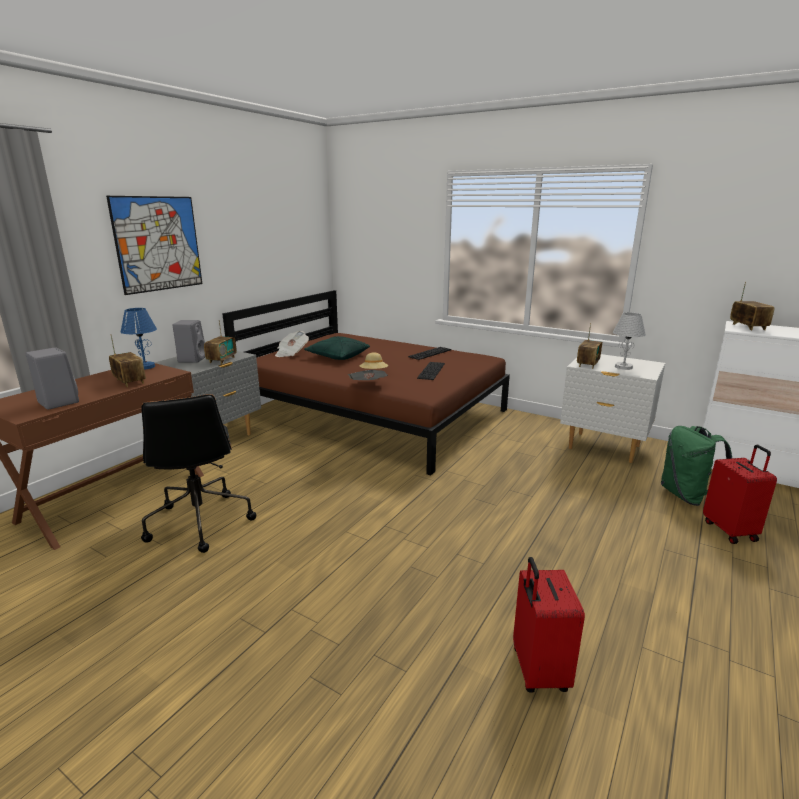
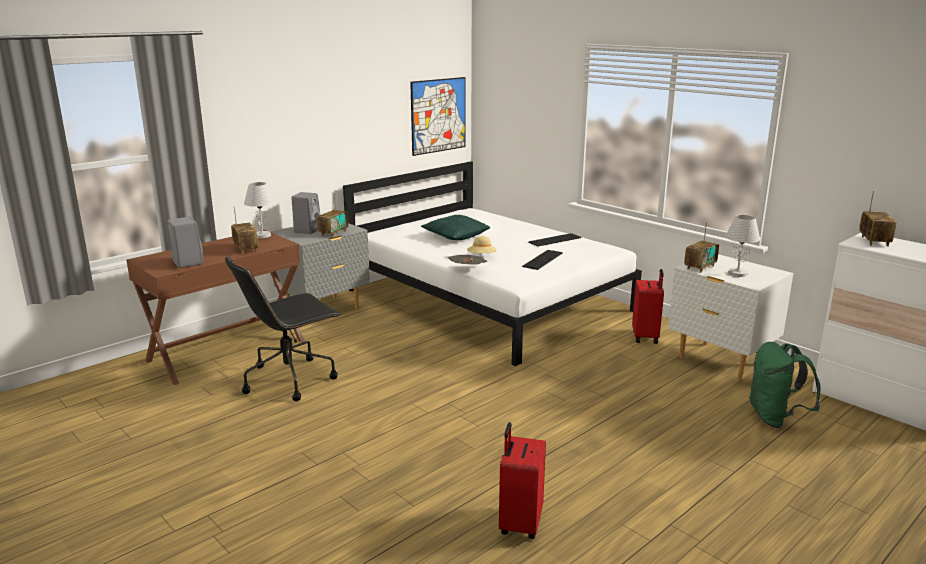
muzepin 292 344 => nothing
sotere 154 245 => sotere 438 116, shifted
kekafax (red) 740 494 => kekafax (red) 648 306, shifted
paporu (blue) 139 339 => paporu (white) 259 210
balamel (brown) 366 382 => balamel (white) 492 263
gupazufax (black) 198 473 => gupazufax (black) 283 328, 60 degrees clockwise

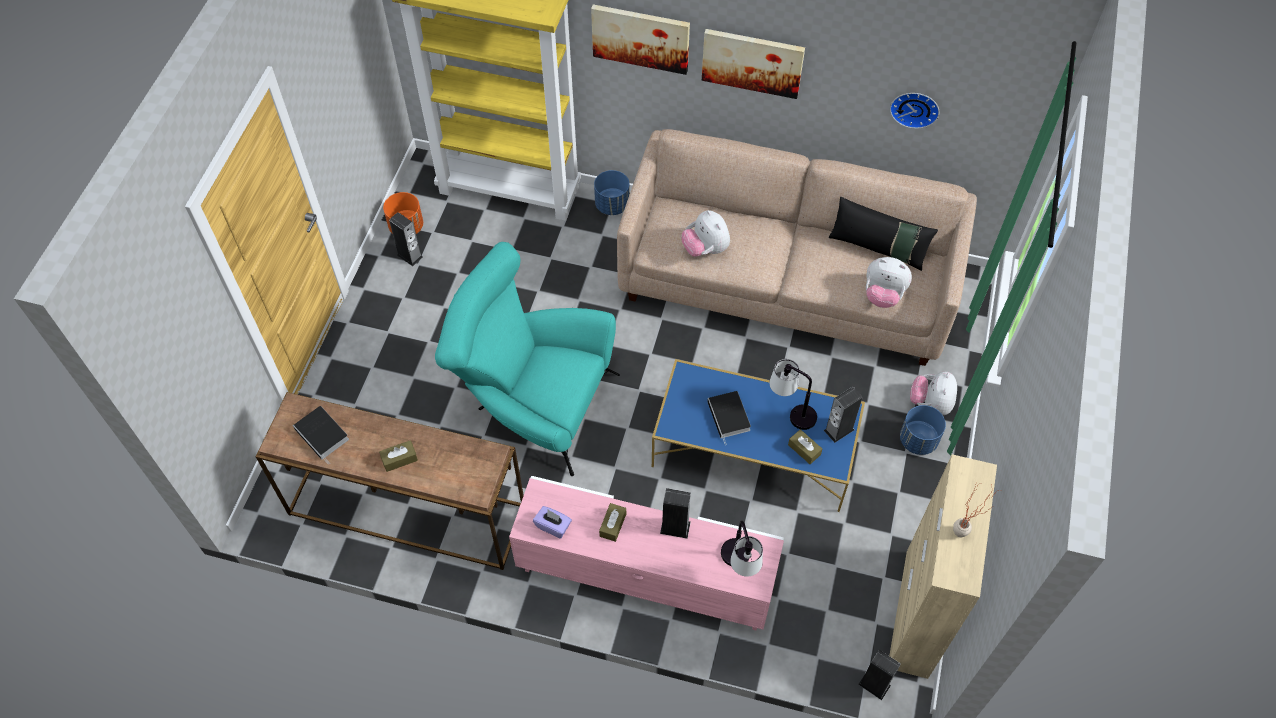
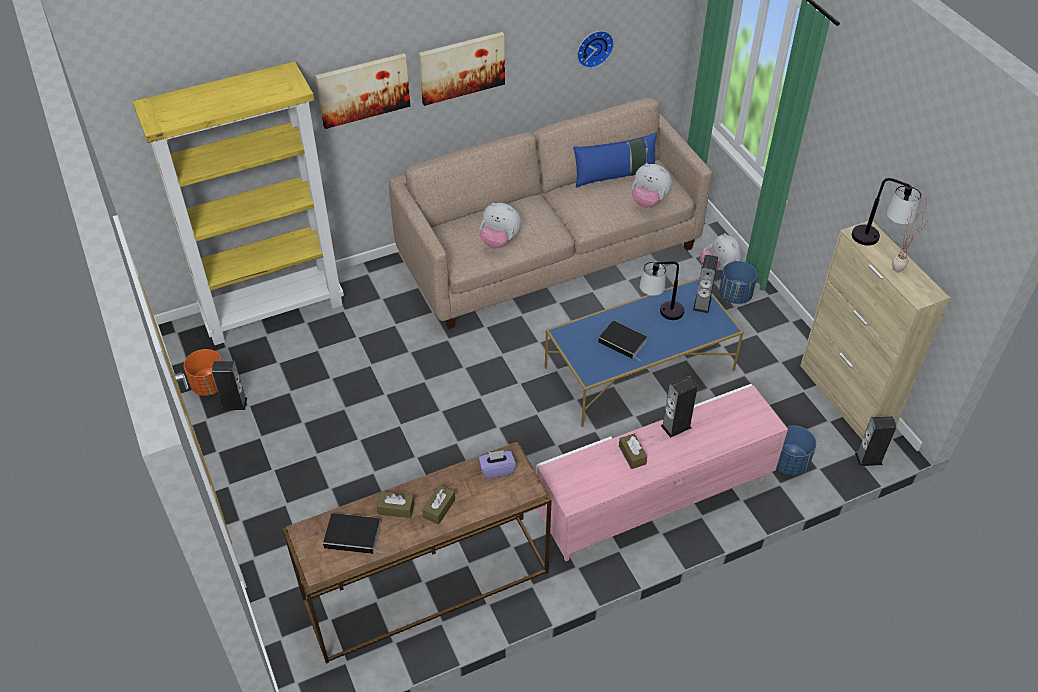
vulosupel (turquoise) 527 359 => nothing
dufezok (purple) 552 522 => dufezok (purple) 497 464, shifted
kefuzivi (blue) 612 192 => kefuzivi (blue) 796 450, shifted
paporu 742 548 => paporu 887 212, shifted
dufezok (brown) 805 446 => dufezok (brown) 395 505, shifted
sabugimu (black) 883 234 => sabugimu (blue) 615 160
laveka 889 282 => laveka 652 185, 45 degrees clockwise

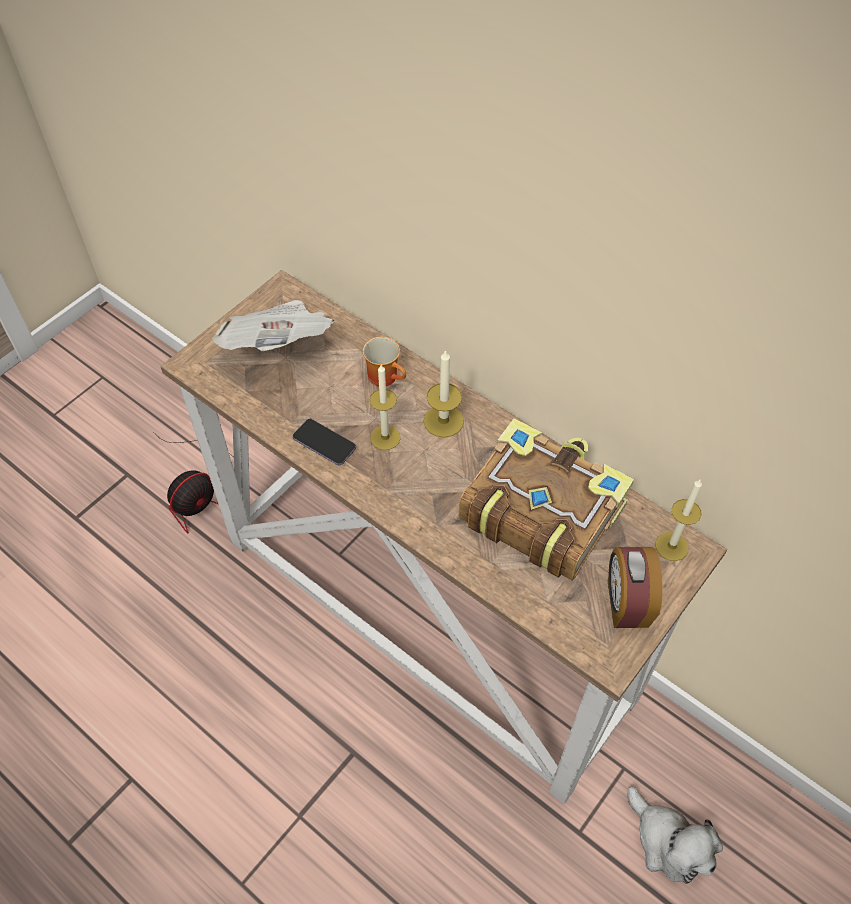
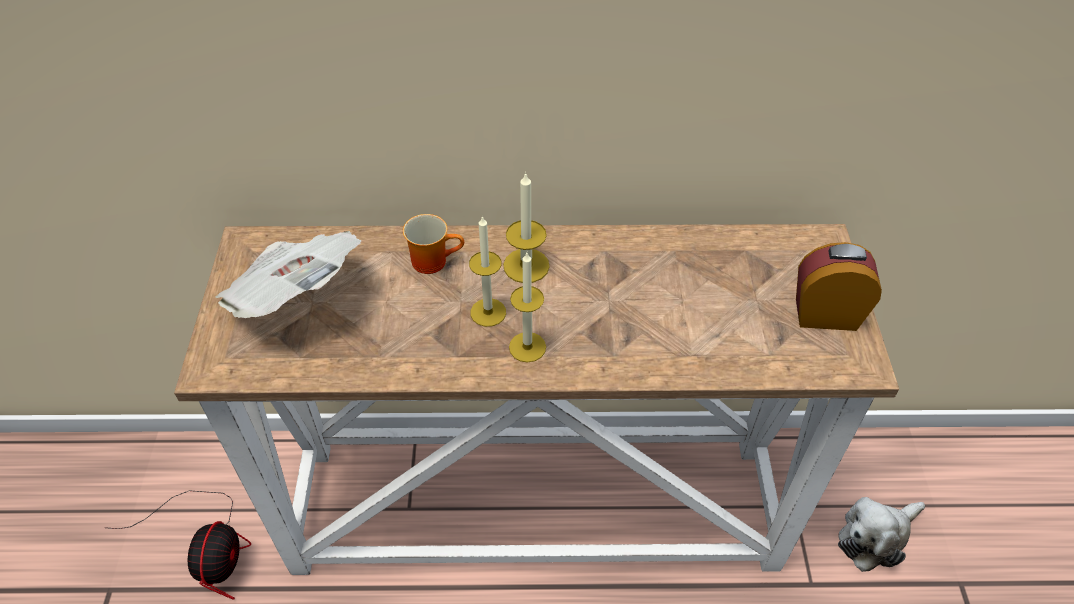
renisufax 324 442 => nothing
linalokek 546 499 => nothing
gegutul 678 520 => gegutul 527 308, shifted
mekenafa 635 587 => mekenafa 839 286, 135 degrees clockwise
laveka 675 835 => laveka 881 534, 135 degrees clockwise

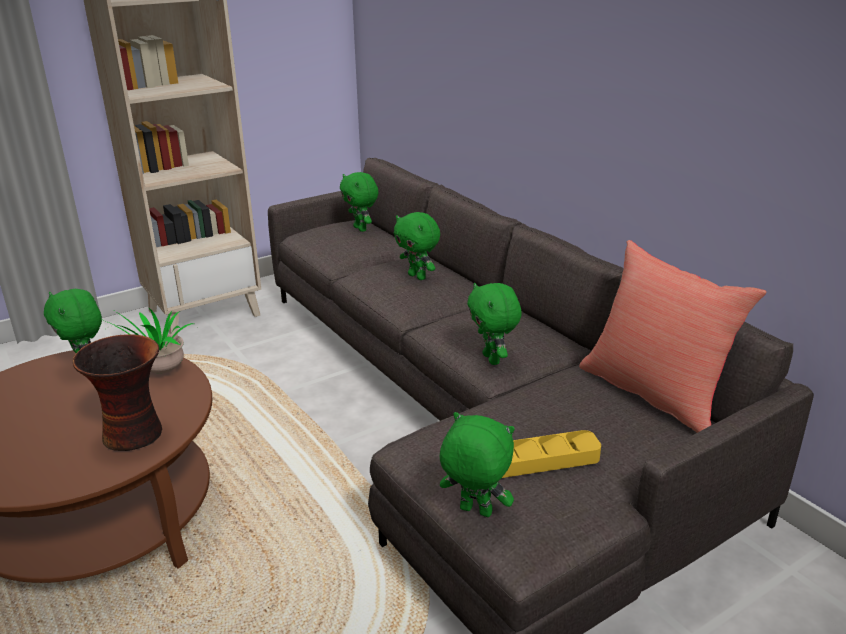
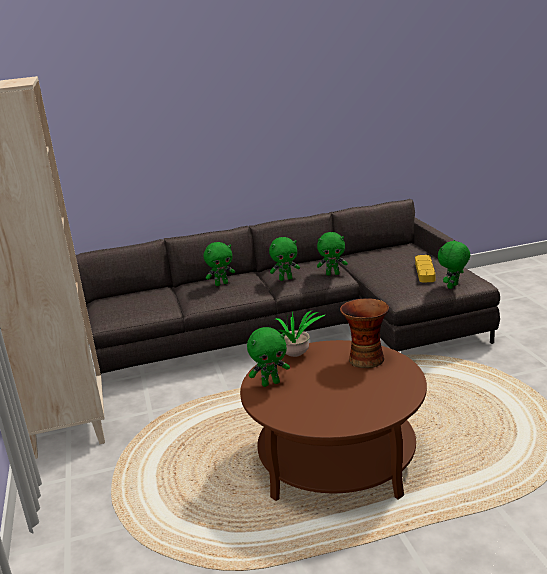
sabugimu (red) 673 336 => nothing
laveka (green) 359 202 => laveka (green) 284 259, shifted

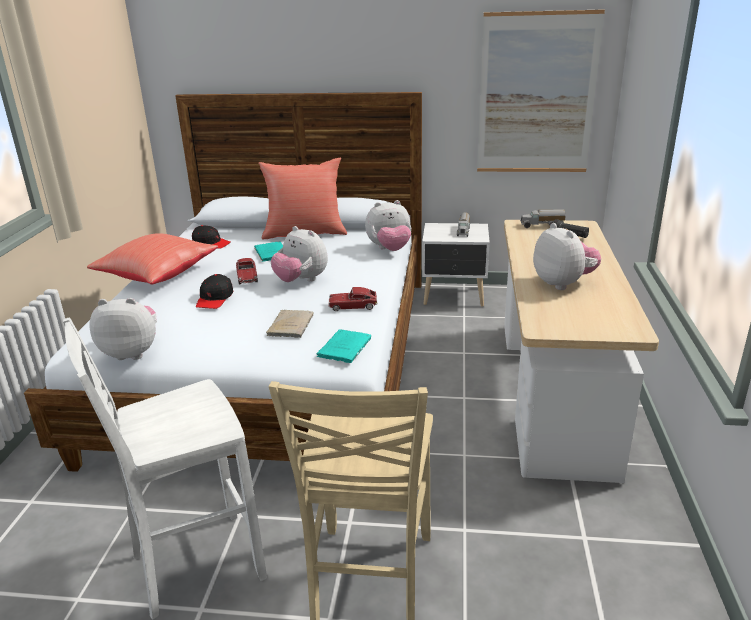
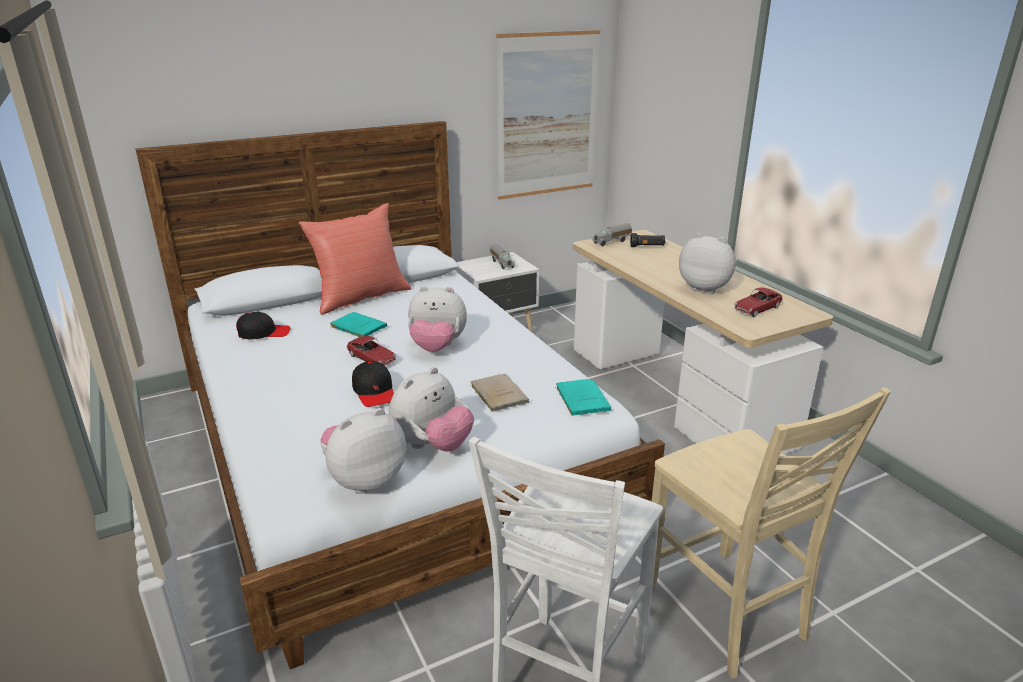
sabugimu (red) 152 258 => nothing
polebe 353 299 => polebe 758 302, shifted
laveka 388 225 => laveka 431 409, shifted

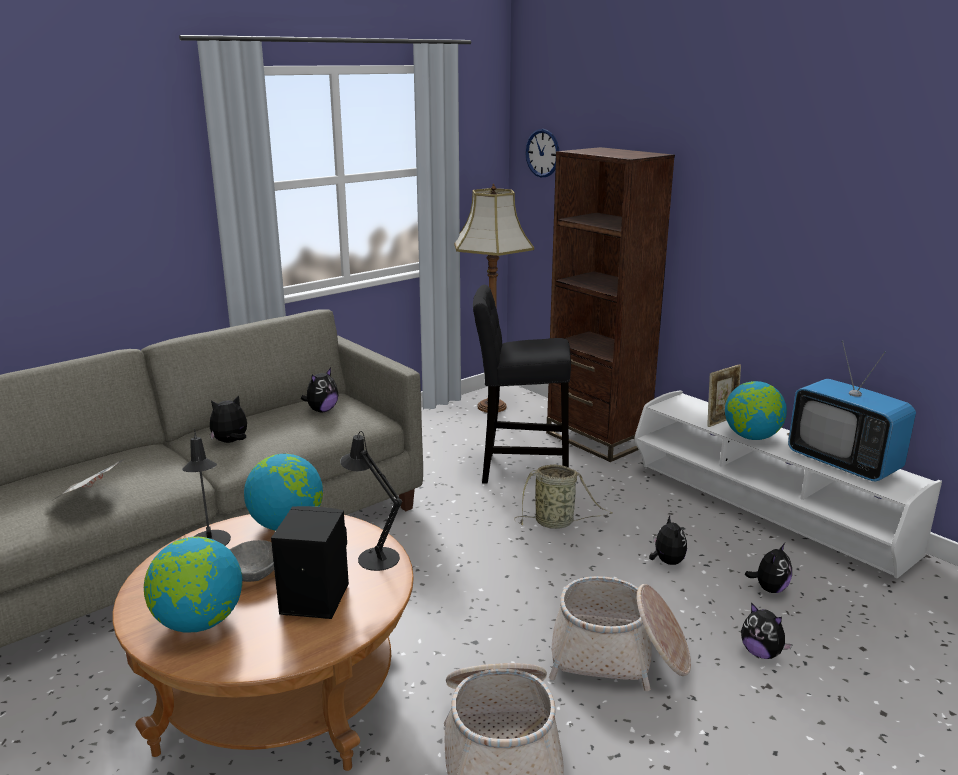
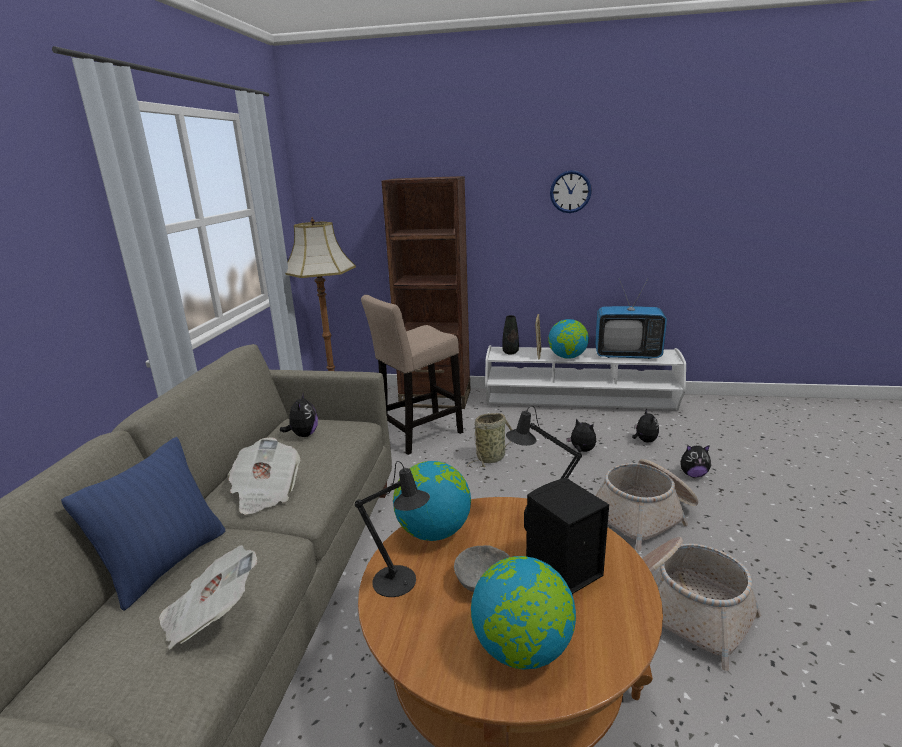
nothing => sabugimu (blue) 143 524
nothing => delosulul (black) 510 334
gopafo 542 153 => gopafo 571 191, shifted
laveka 228 419 => muzepin 264 476
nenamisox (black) 522 384 => nenamisox (beige) 412 375

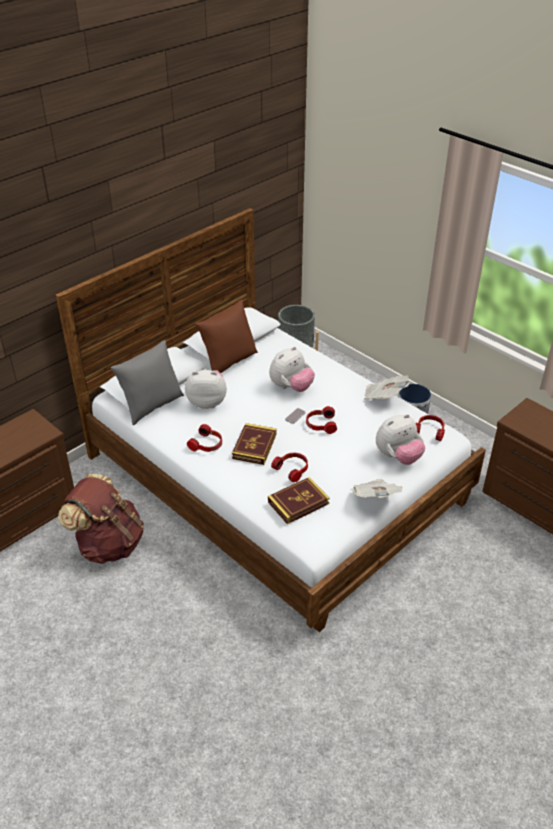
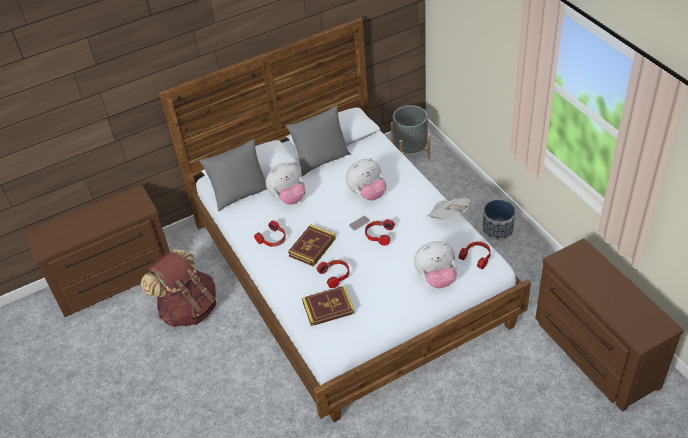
muzepin 377 488 => nothing
sabugimu (brown) 226 336 => sabugimu (grey) 318 141
laveka 206 389 => laveka 285 183, 135 degrees clockwise

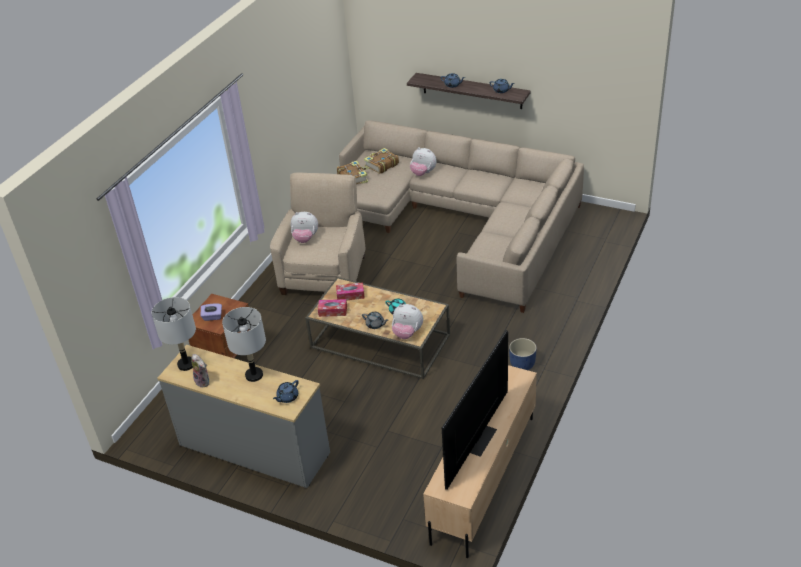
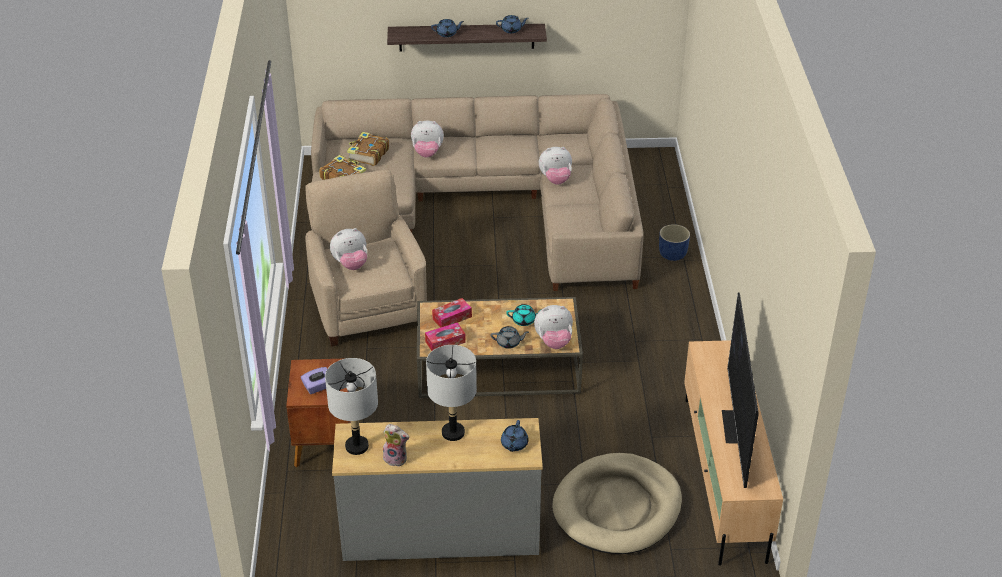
nothing => laveka 555 166
nothing => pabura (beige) 617 503
kefuzivi (blue) 523 354 => kefuzivi (blue) 674 242, shifted

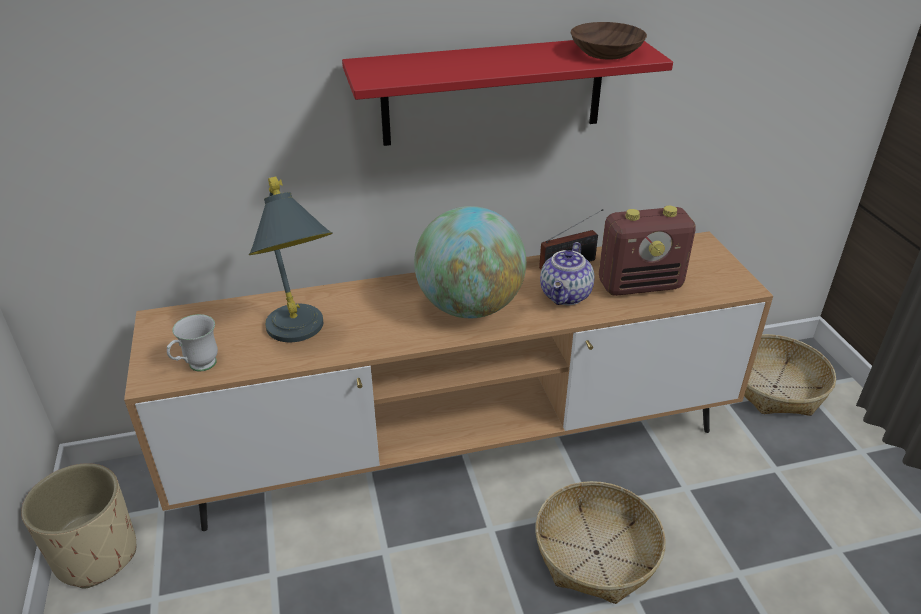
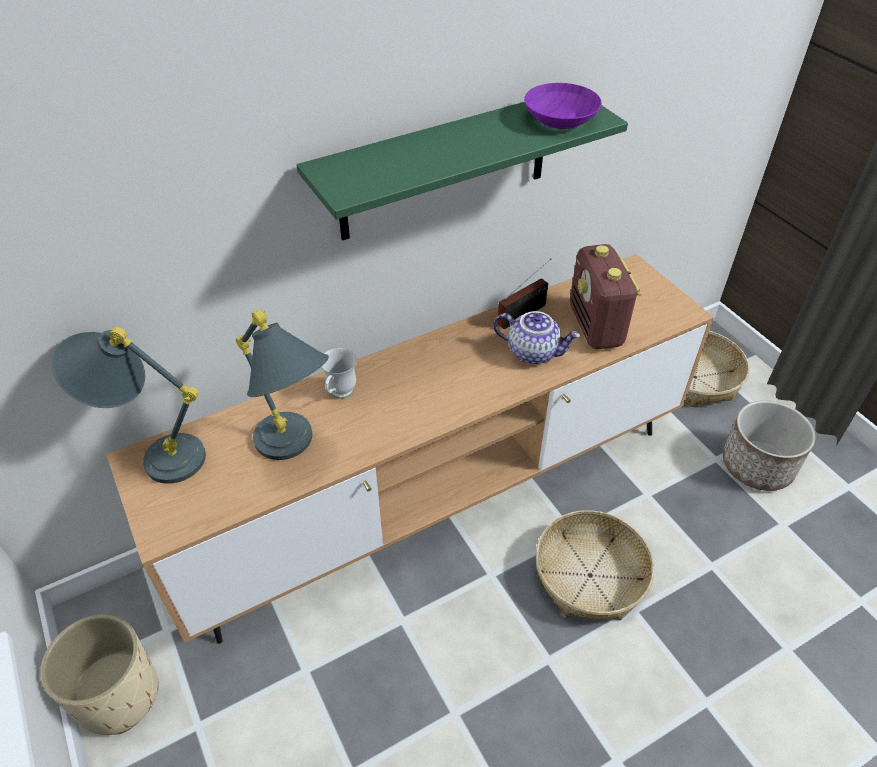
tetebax 470 262 => nothing
nothing => paporu (grey) 128 405
nothing => kefuzivi 769 445
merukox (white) 192 343 => merukox (white) 339 373, shifted
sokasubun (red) 507 93 => sokasubun (green) 462 171
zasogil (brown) 609 41 => zasogil (purple) 563 106
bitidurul 567 273 => bitidurul 536 338, 75 degrees counterclockwise
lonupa 647 251 => lonupa 606 297, 105 degrees clockwise

